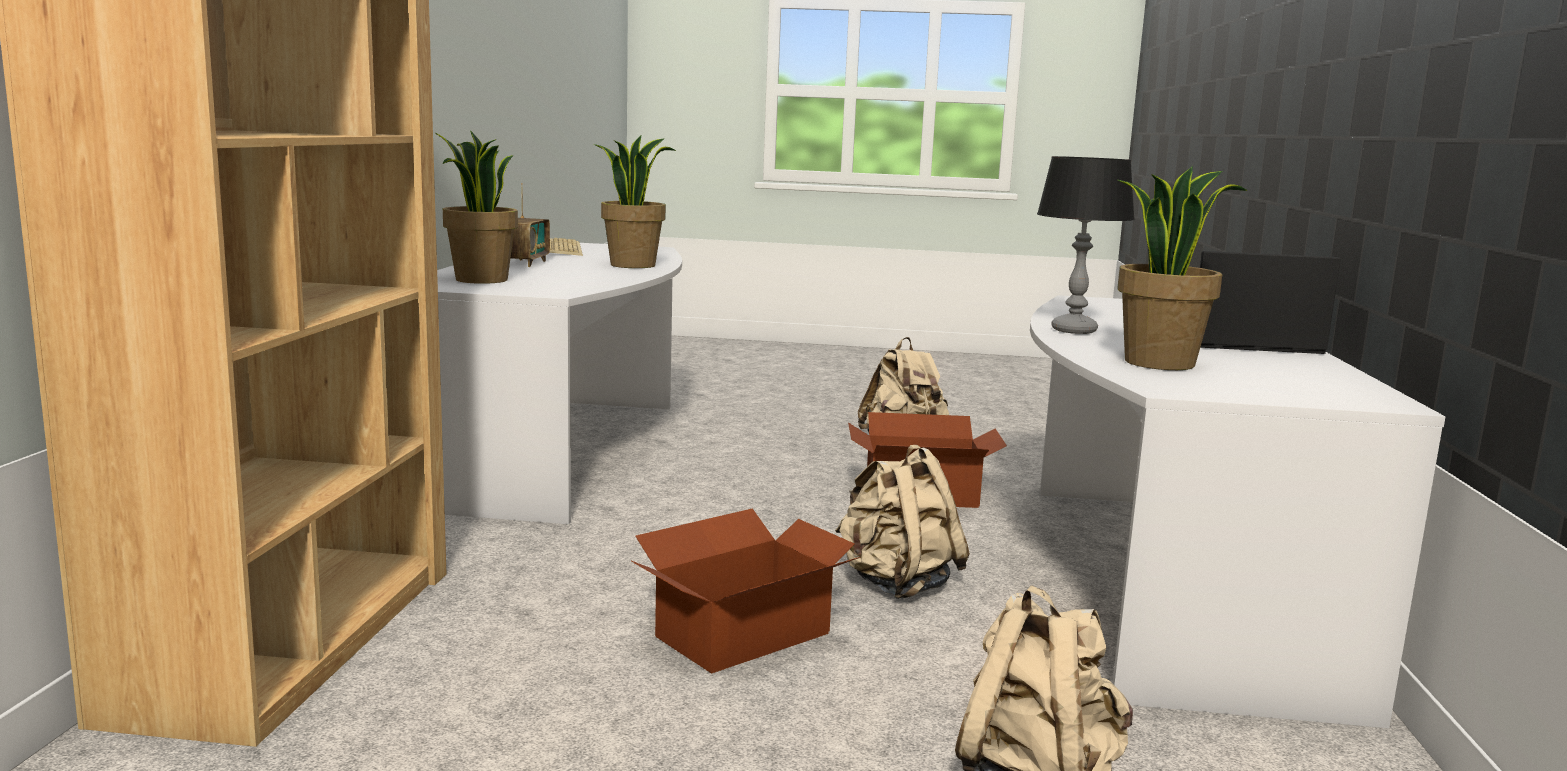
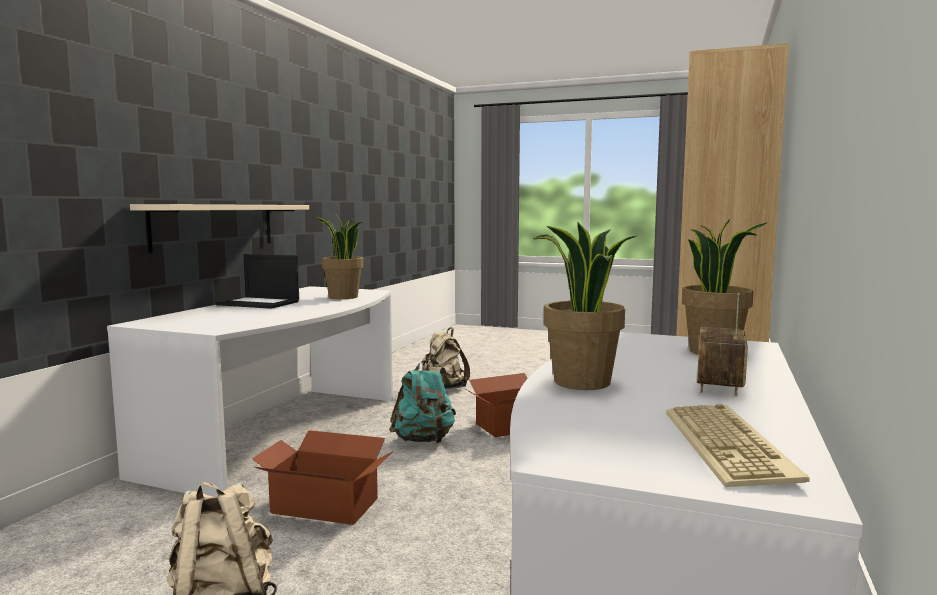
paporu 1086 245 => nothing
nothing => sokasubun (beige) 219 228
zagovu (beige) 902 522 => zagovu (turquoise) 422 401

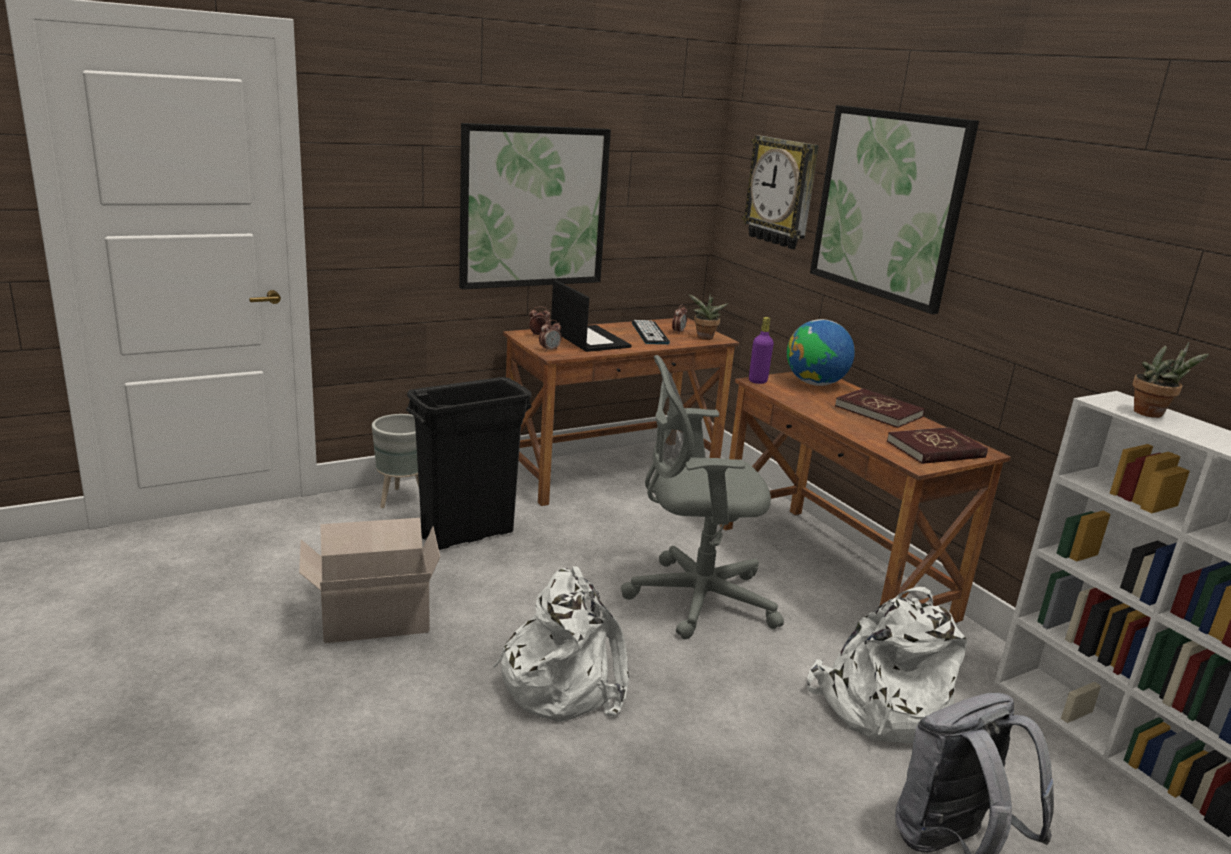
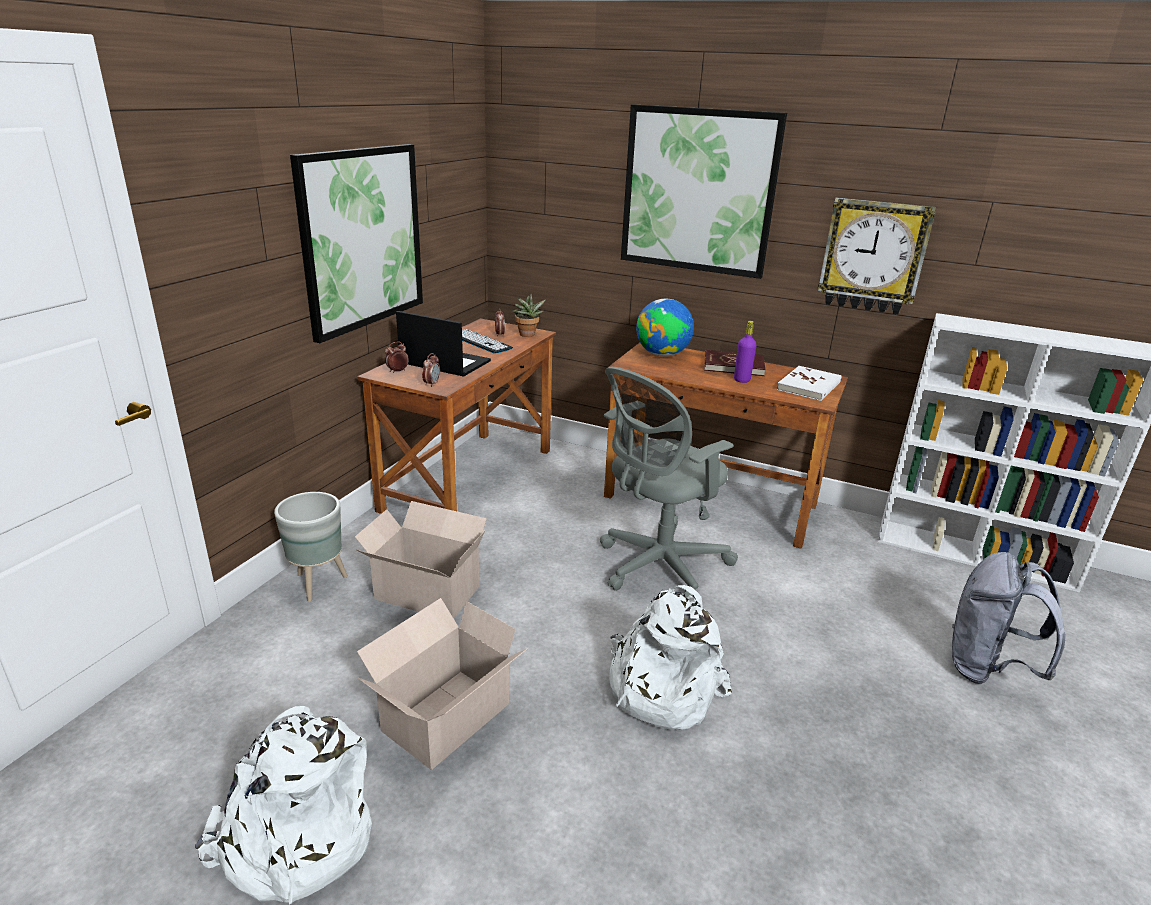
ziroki 1171 380 => nothing
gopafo 780 192 => gopafo 877 256, shifted
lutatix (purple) 761 350 => lutatix (purple) 745 352, shifted
zagovu (white) 887 665 => zagovu (white) 283 805, shifted
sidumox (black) 469 463 => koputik 421 560
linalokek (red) 937 445 => linalokek (white) 809 383

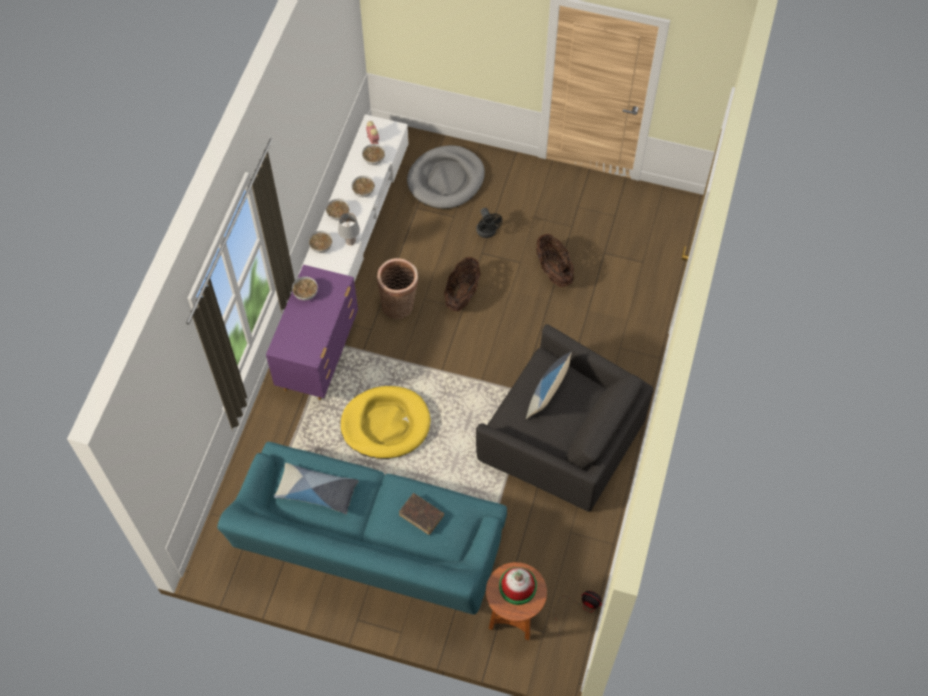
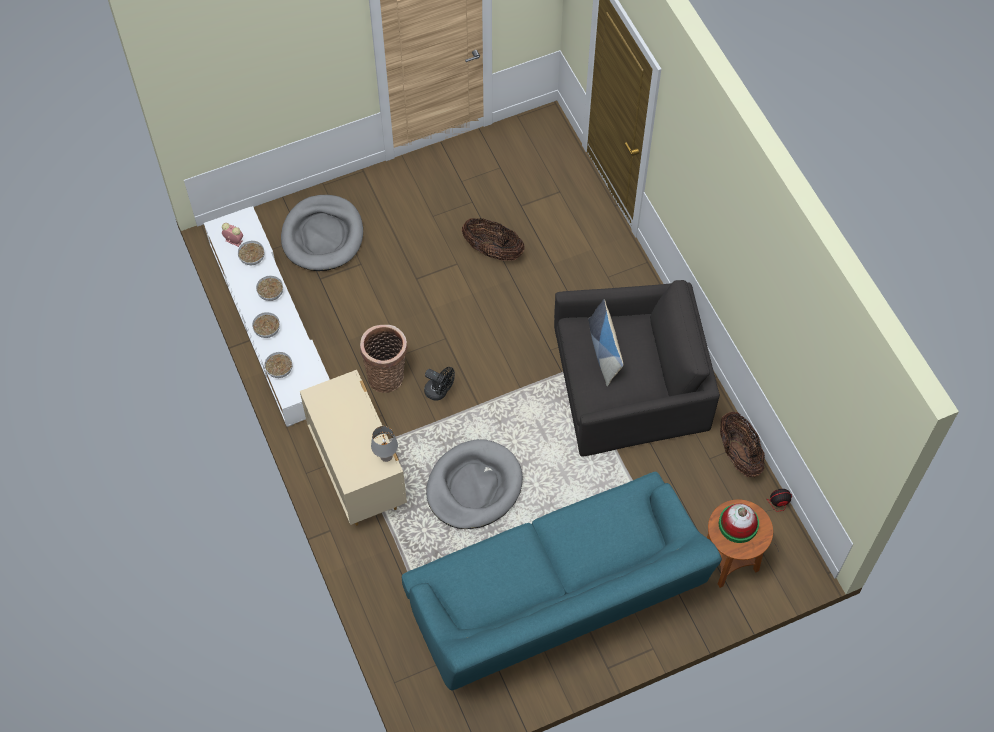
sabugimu 316 488 => nothing
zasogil 305 289 => nothing
linalokek (brown) 421 514 => nothing
paporu (grey) 349 229 => paporu (grey) 384 444, shifted
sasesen 462 284 => sasesen 742 444, shifted
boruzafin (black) 489 223 => boruzafin (black) 439 384, shifted
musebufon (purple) 312 332 => musebufon (beige) 353 448
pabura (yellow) 385 422 => pabura (grey) 474 484

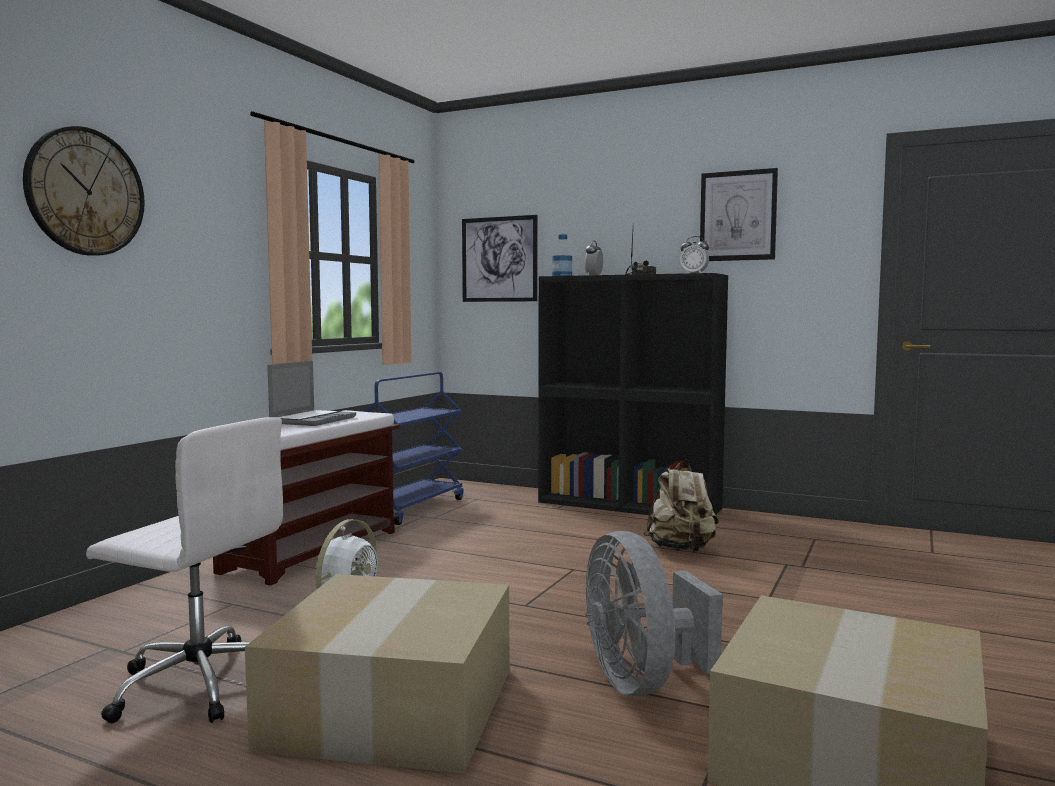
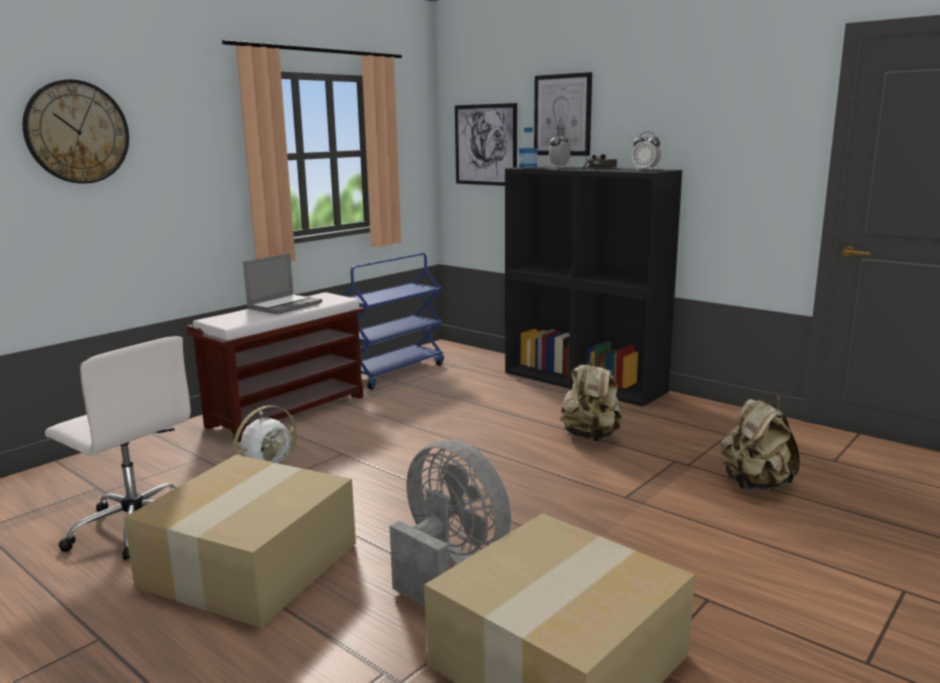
nothing => zagovu (beige) 760 442
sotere 739 214 => sotere 563 114, shifted
boruzafin (grey) 654 613 => boruzafin (grey) 450 523, 135 degrees clockwise

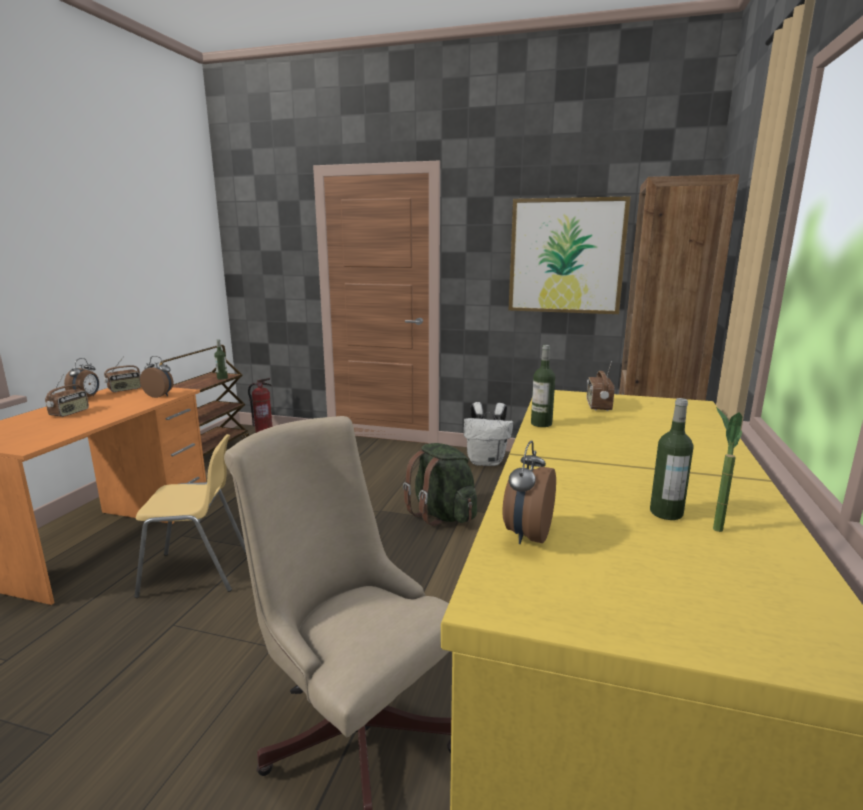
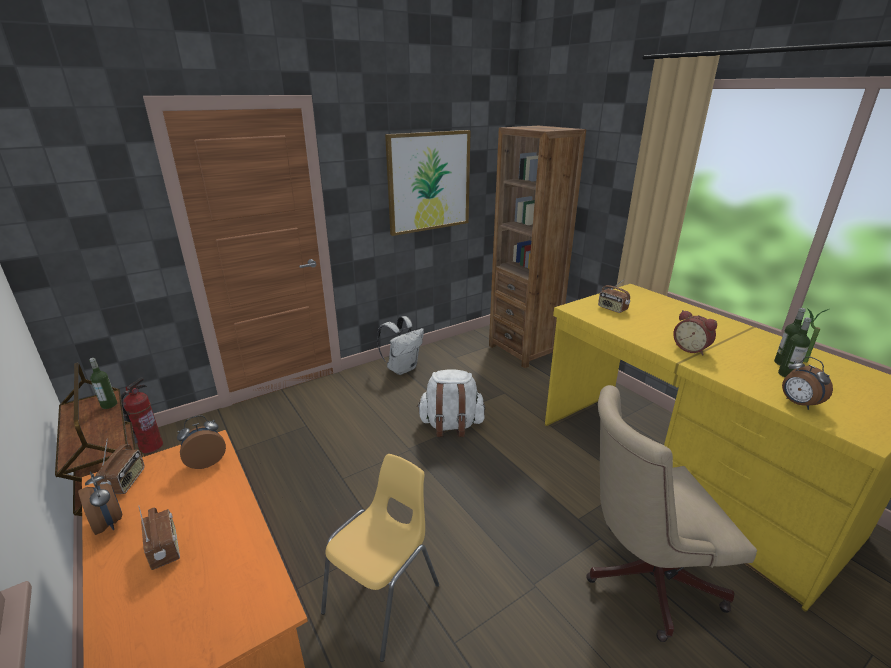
nothing => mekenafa 695 332
lutatix 543 386 => lutatix 794 347, shifted
zagovu (green) 440 484 => zagovu (white) 451 403

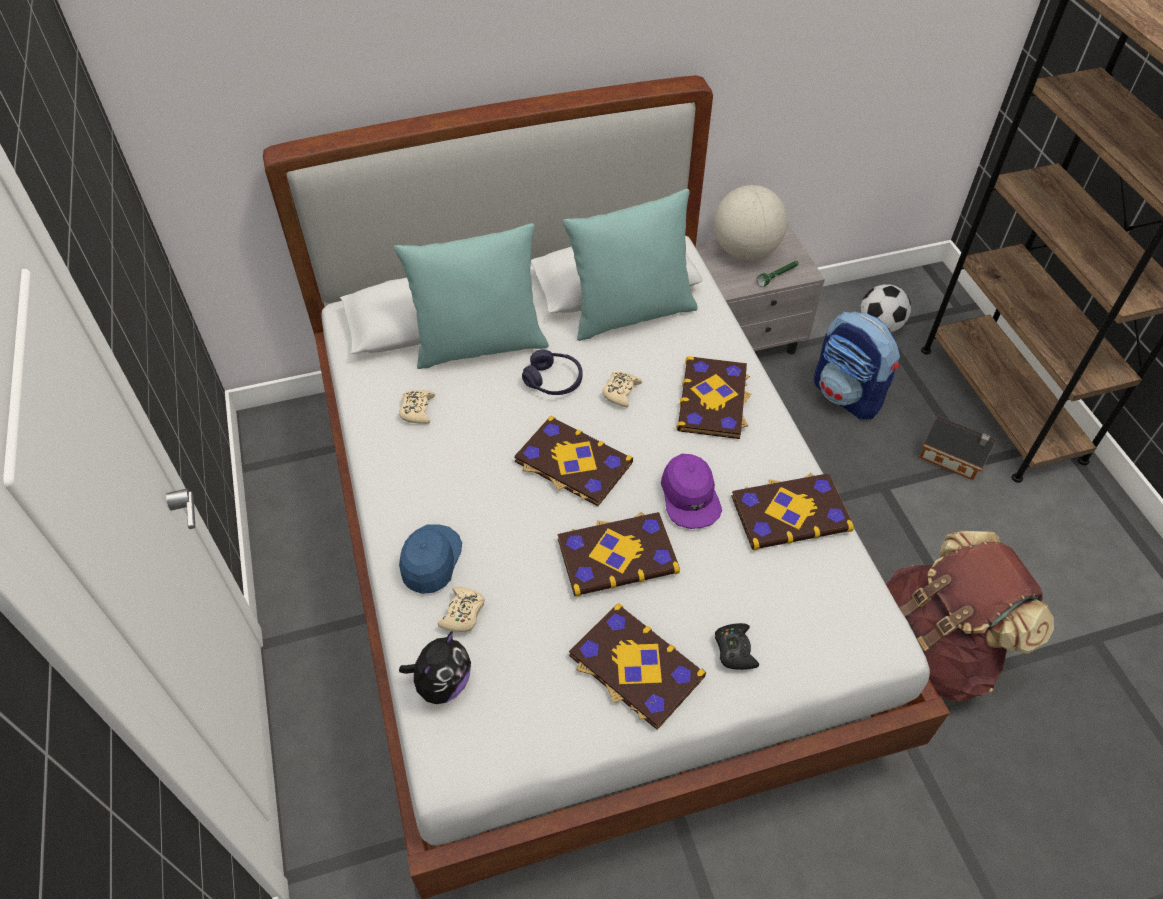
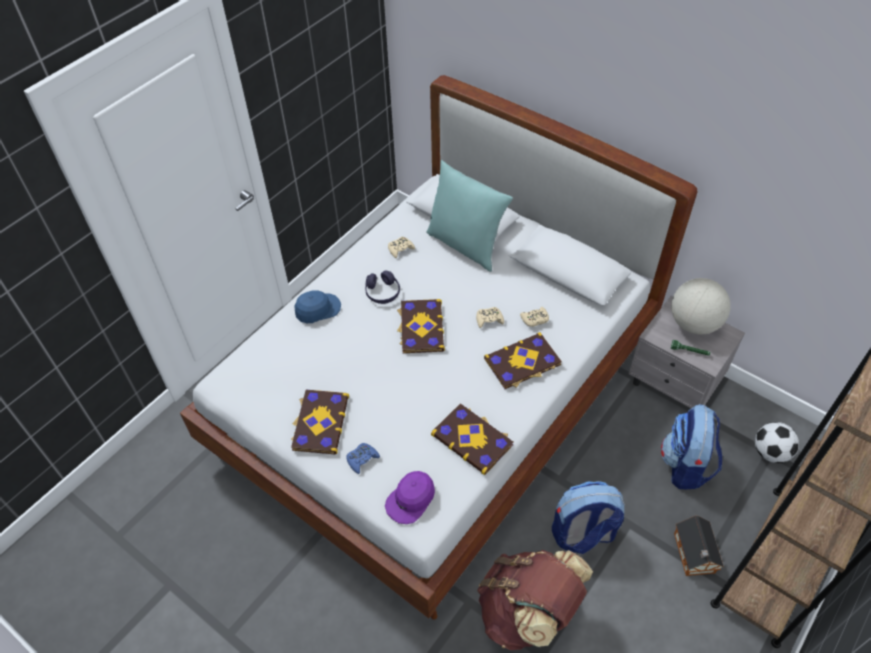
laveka 435 667 => nothing
linalokek 619 554 => nothing
sabugimu (turquoise) 630 265 => nothing
nothing => zagovu 588 517
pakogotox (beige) 461 609 => pakogotox (beige) 534 317, shifted
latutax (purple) 552 372 => latutax (purple) 382 287, shifted
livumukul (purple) 691 491 => livumukul (purple) 410 497, shifted
pakogotox (black) 737 646 => pakogotox (blue) 363 458

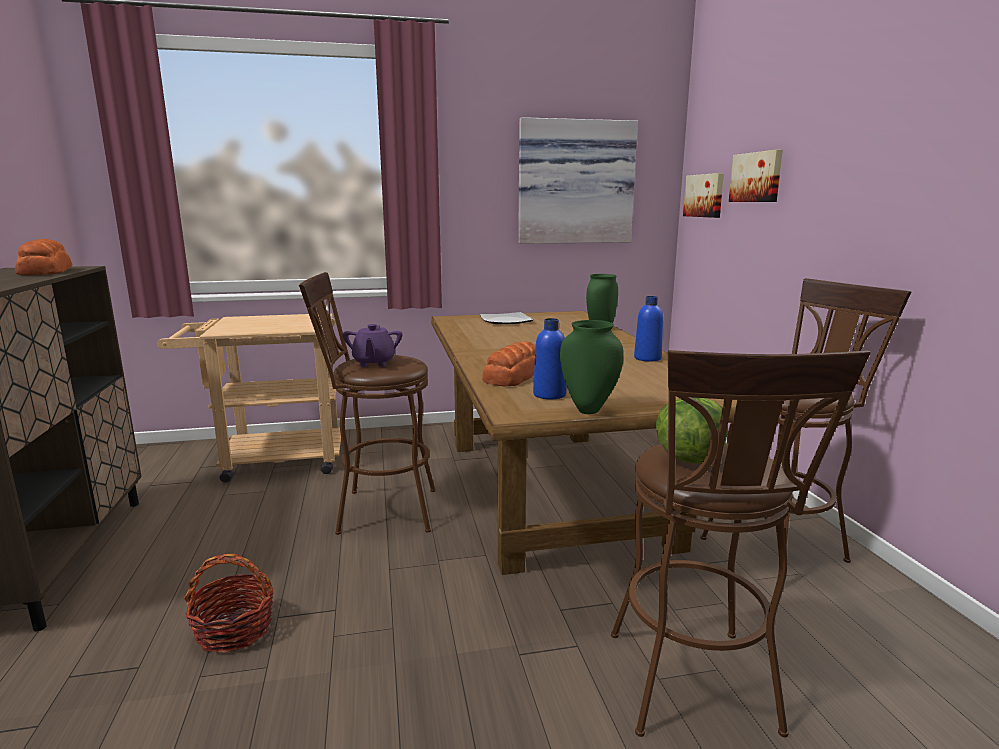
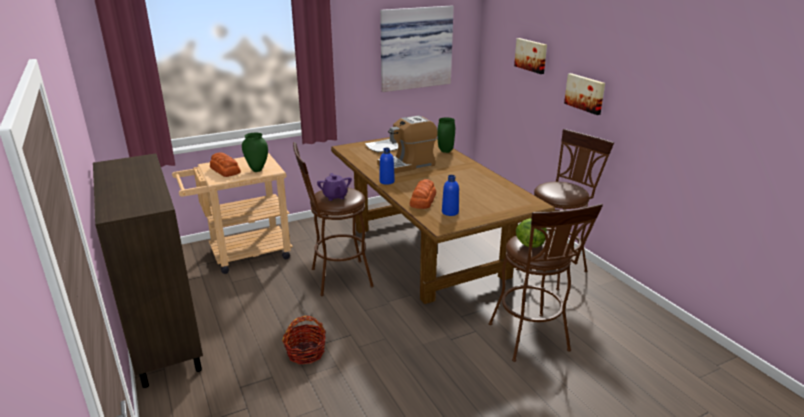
nothing => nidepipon 407 144
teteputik 43 257 => teteputik 225 165, shifted
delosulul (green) 592 367 => delosulul (green) 255 152, shifted
lutatix (blue) 648 329 => lutatix (blue) 387 166, shifted
sotere 703 195 => sotere 584 94, shifted

